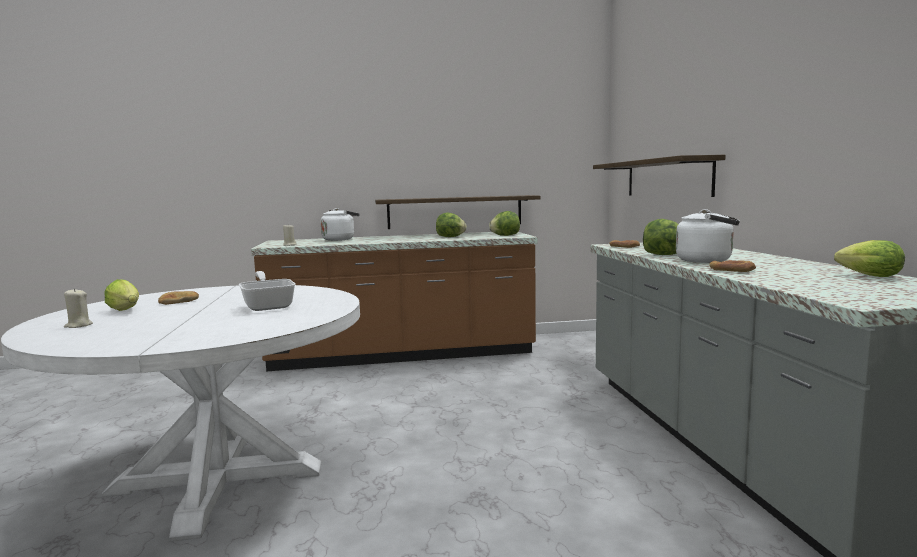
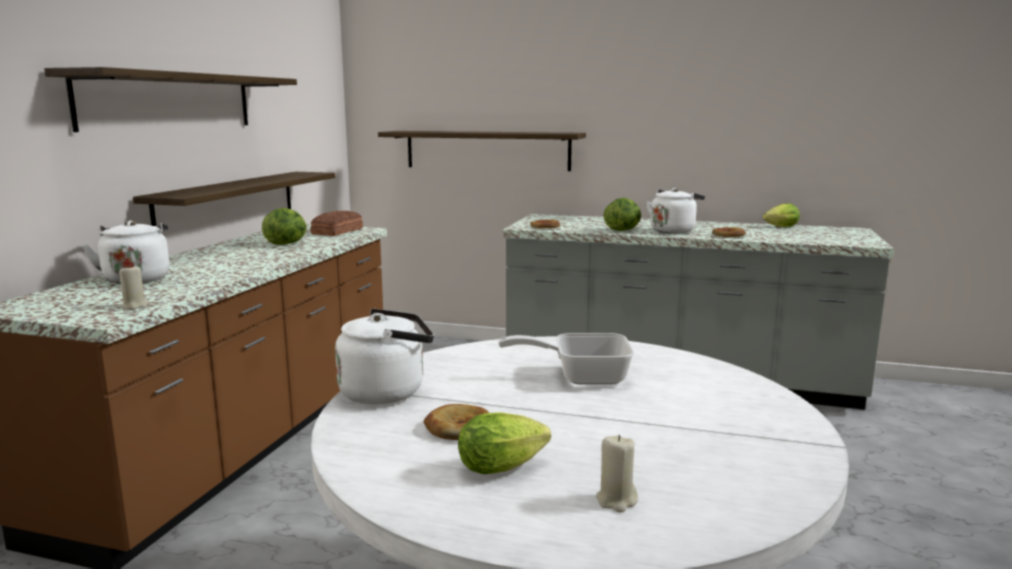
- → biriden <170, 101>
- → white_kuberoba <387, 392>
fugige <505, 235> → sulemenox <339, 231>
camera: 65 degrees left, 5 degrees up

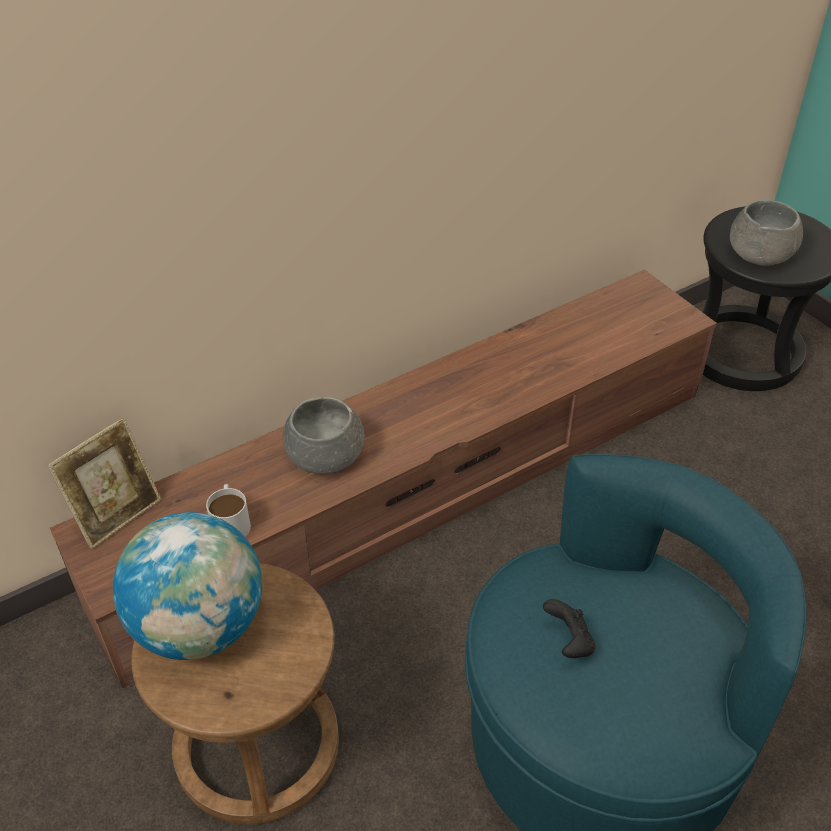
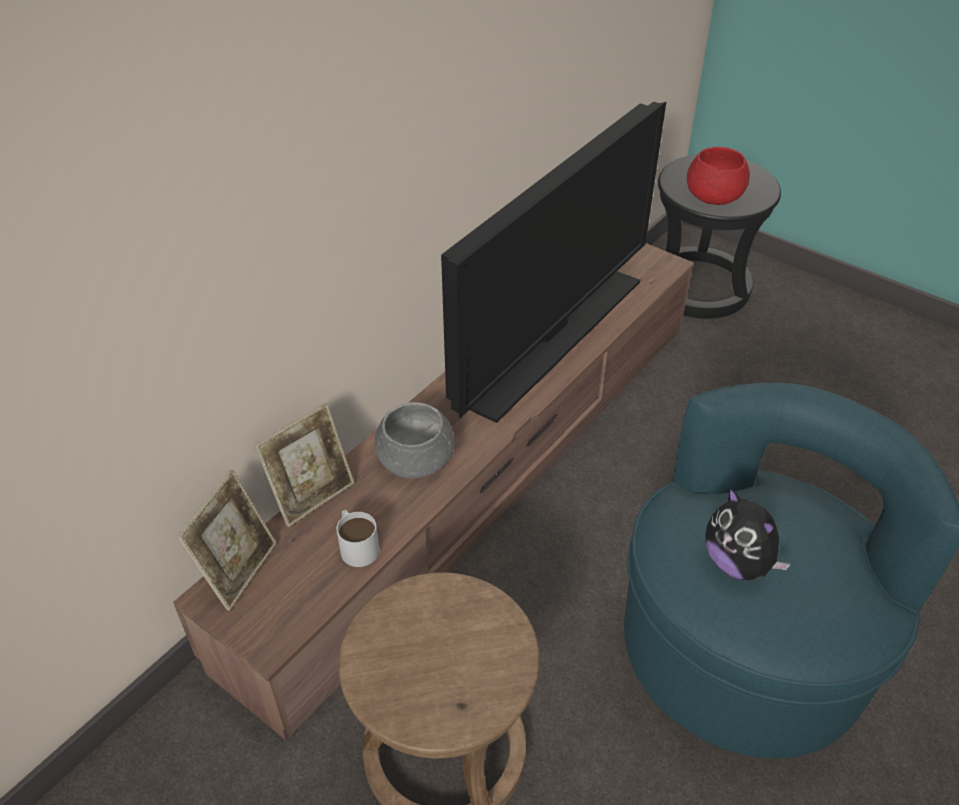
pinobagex <200, 627> → -
- → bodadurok <312, 496>
- → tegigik <553, 338>
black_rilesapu <569, 642> → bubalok <738, 563>
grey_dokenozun <759, 254> → red_dokenozun <713, 196>
camera: 20 degrees left, 0 degrees up

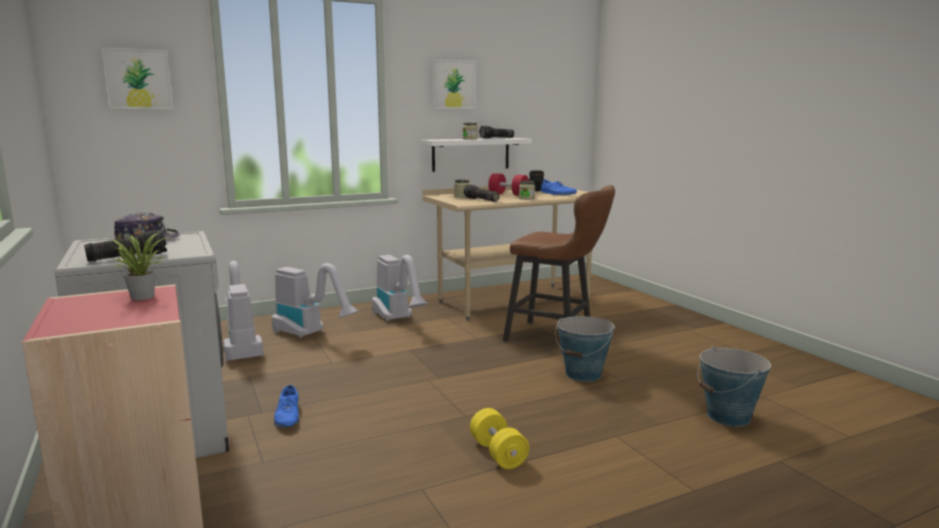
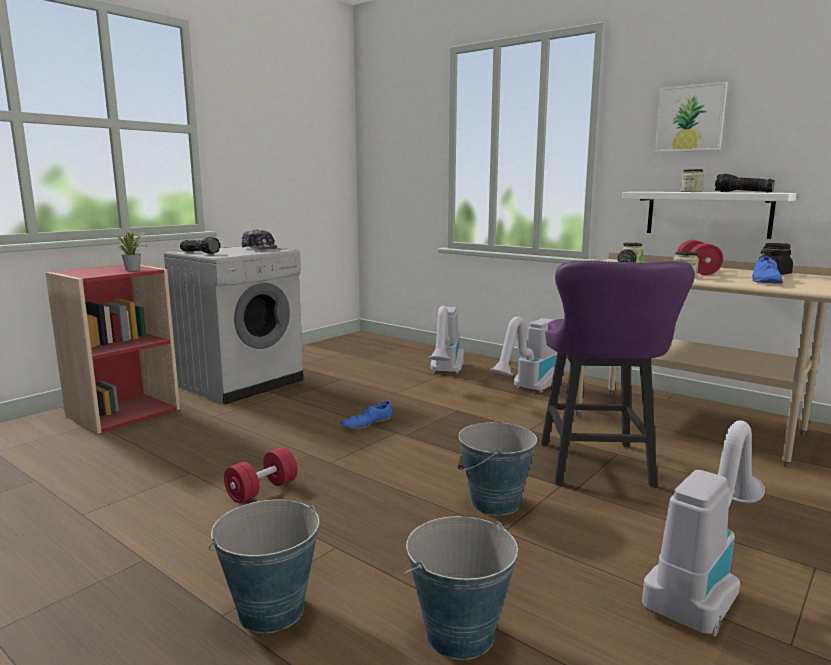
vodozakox <138, 79> → -
- → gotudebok <270, 611>
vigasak <241, 346> → vigasak <703, 583>, shifted
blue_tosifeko <288, 416> → blue_tosifeko <367, 423>, shifted
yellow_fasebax <498, 453> → red_fasebax <262, 490>
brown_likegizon <559, 338> → purple_likegizon <597, 470>
camera: 65 degrees right, 0 degrees up

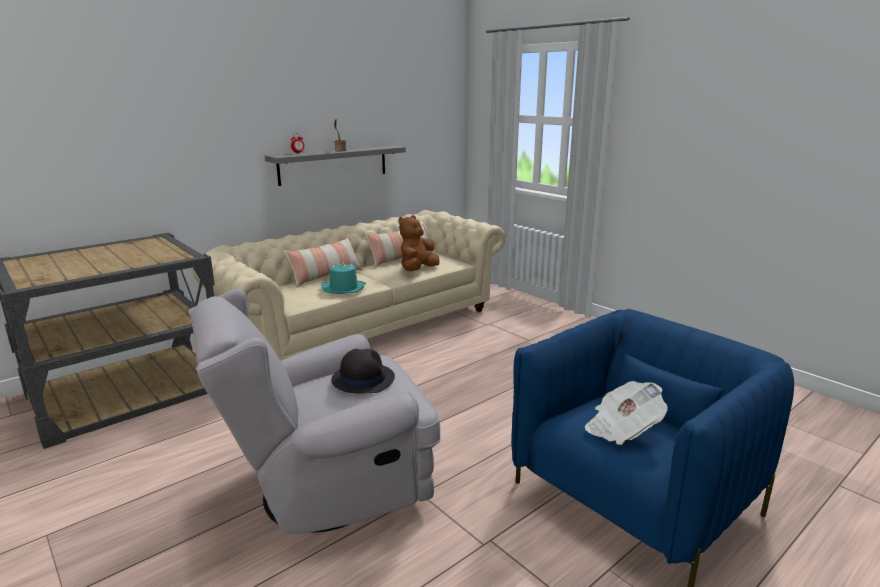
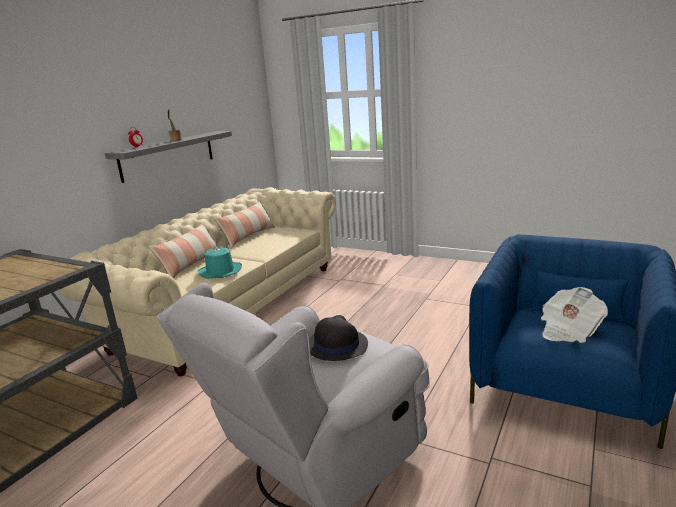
brown_bubalok <417, 270> → -
camera: 20 degrees left, 0 degrees up

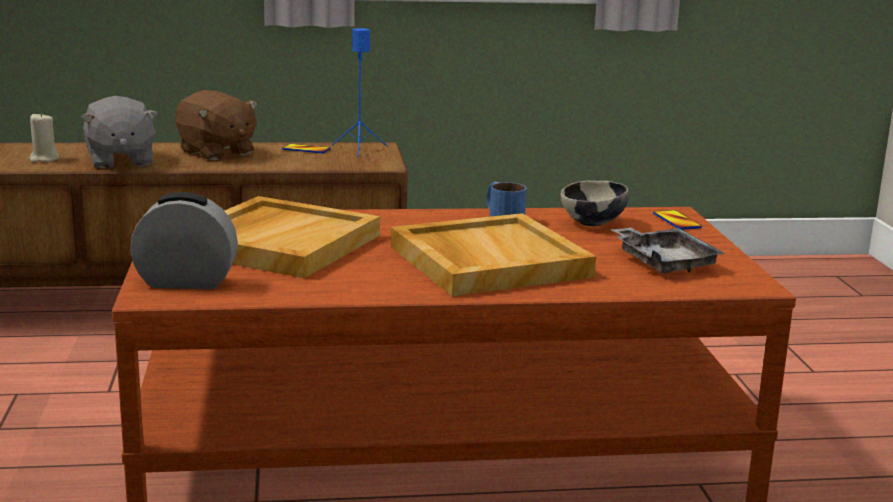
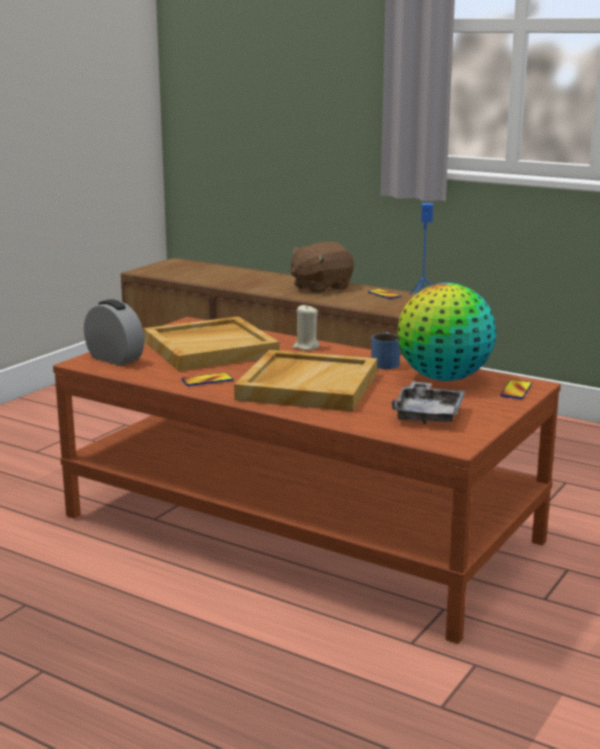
grey_bubalok <120, 161> → -
- → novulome <207, 380>
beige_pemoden <44, 159> → beige_pemoden <306, 347>, shifted
dokenozun <593, 223> → pinobagex <444, 378>
brown_bubalok <216, 152> → brown_bubalok <320, 288>, 60 degrees clockwise
camera: 40 degrees right, 0 degrees up

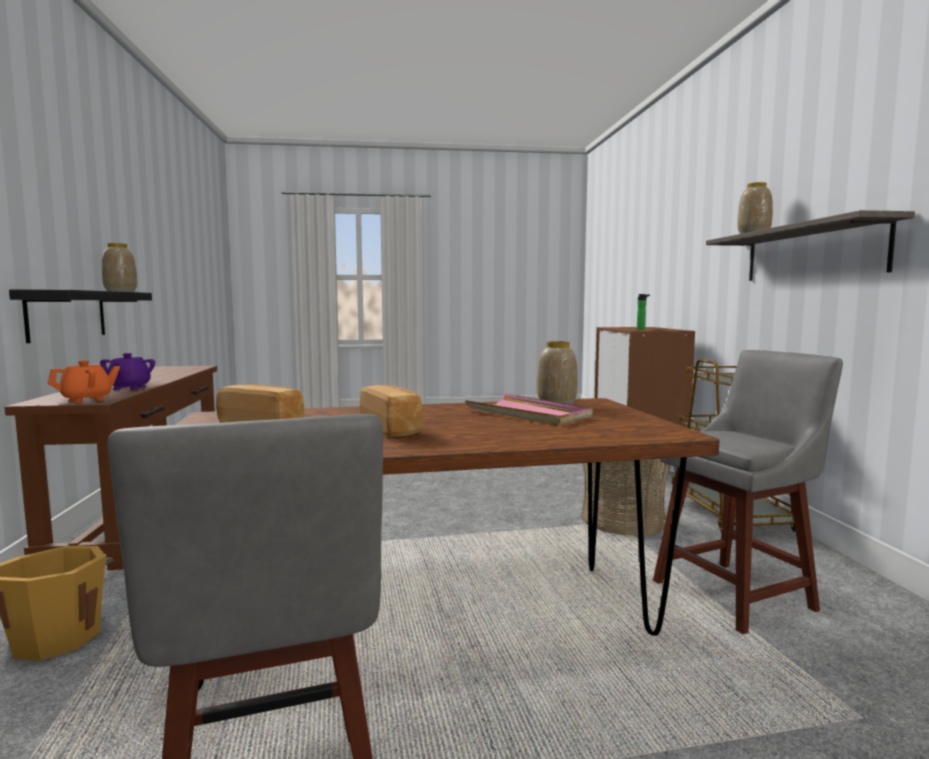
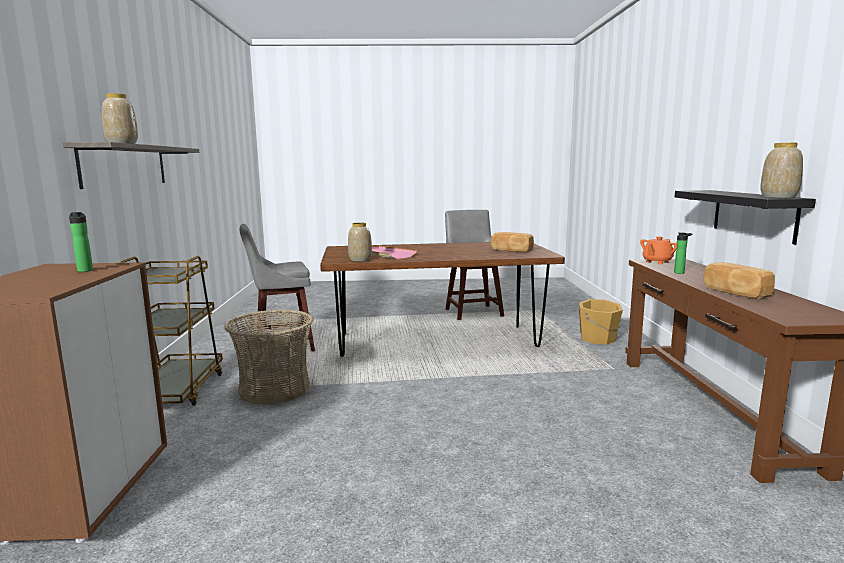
sulemenox <392, 428> → sulemenox <735, 293>, shifted
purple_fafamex <129, 388> → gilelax <680, 272>
camera: 175 degrees left, 5 degrees up

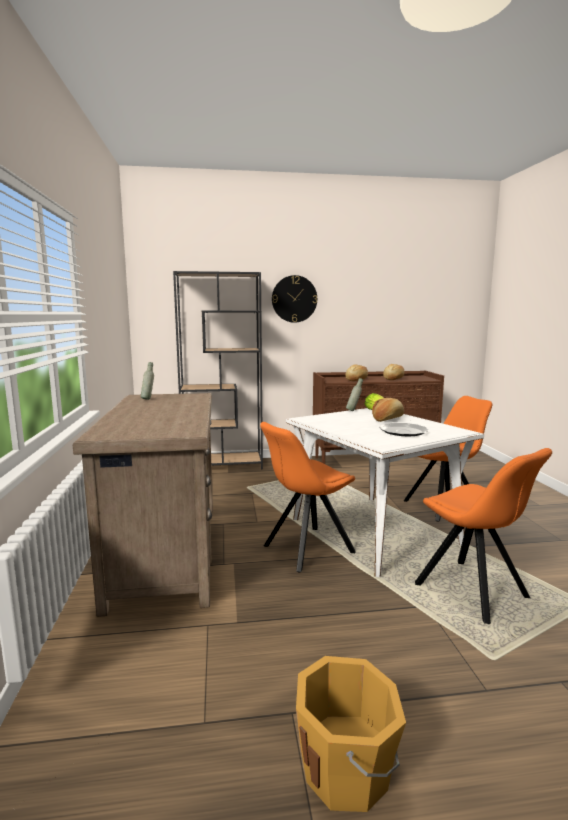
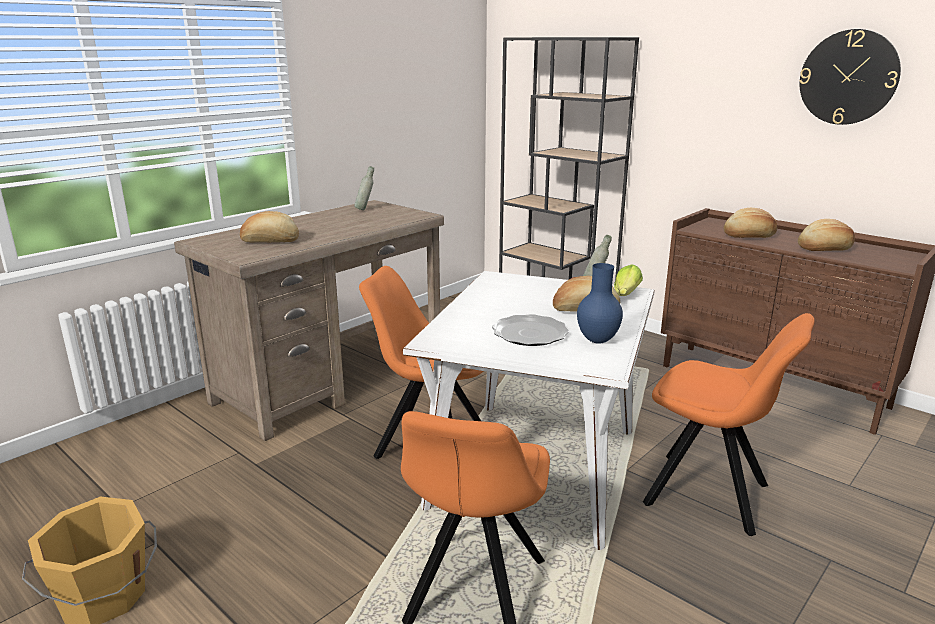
- → sulemenox <270, 241>
- → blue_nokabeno <597, 340>
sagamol <294, 299> → sagamol <848, 77>, shifted
camera: 50 degrees right, 10 degrees up

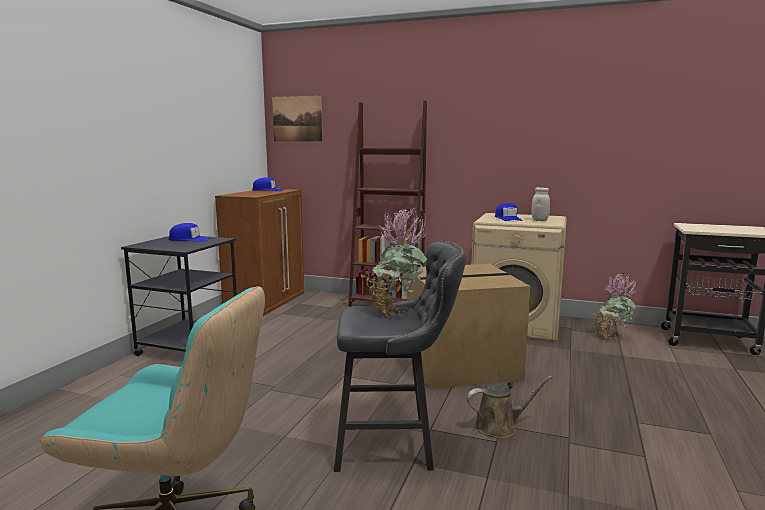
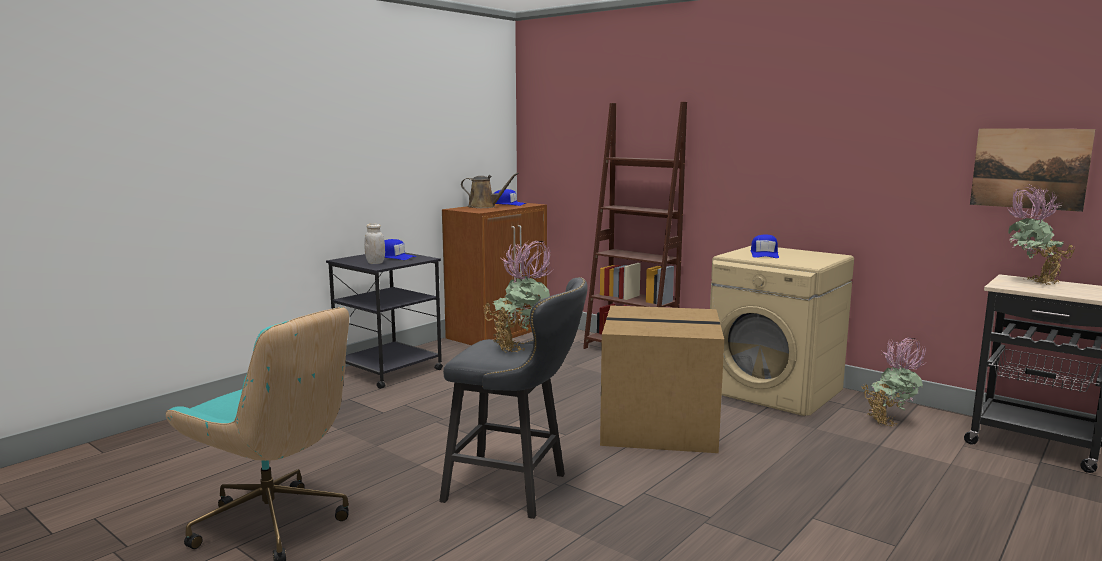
- → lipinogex <1031, 282>
vodozakox <297, 119> → vodozakox <1029, 168>, shifted
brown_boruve <499, 427> → brown_boruve <484, 207>, shifted
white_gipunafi <539, 220> → white_gipunafi <375, 263>, shifted
camera: 20 degrees right, 0 degrees up

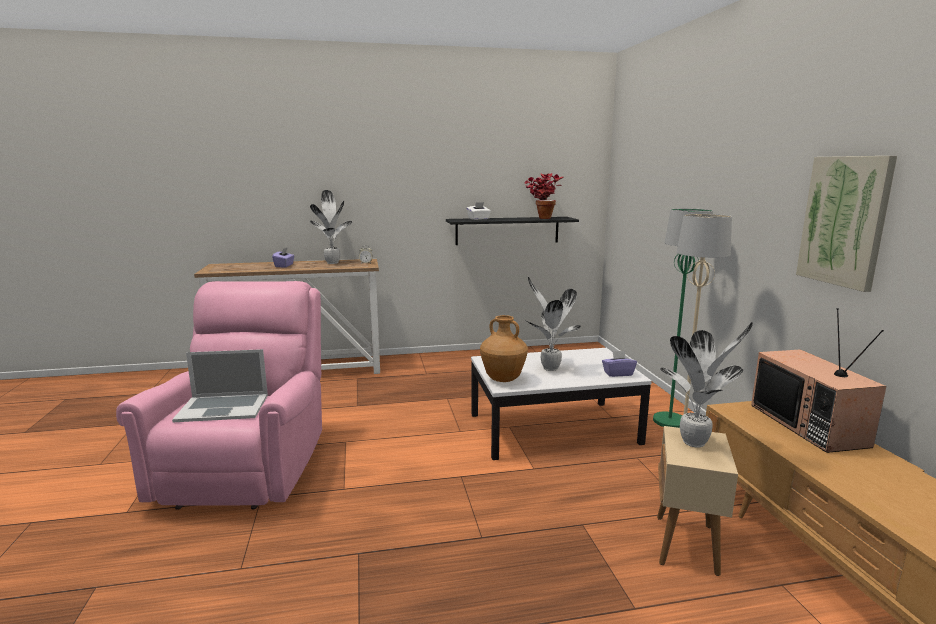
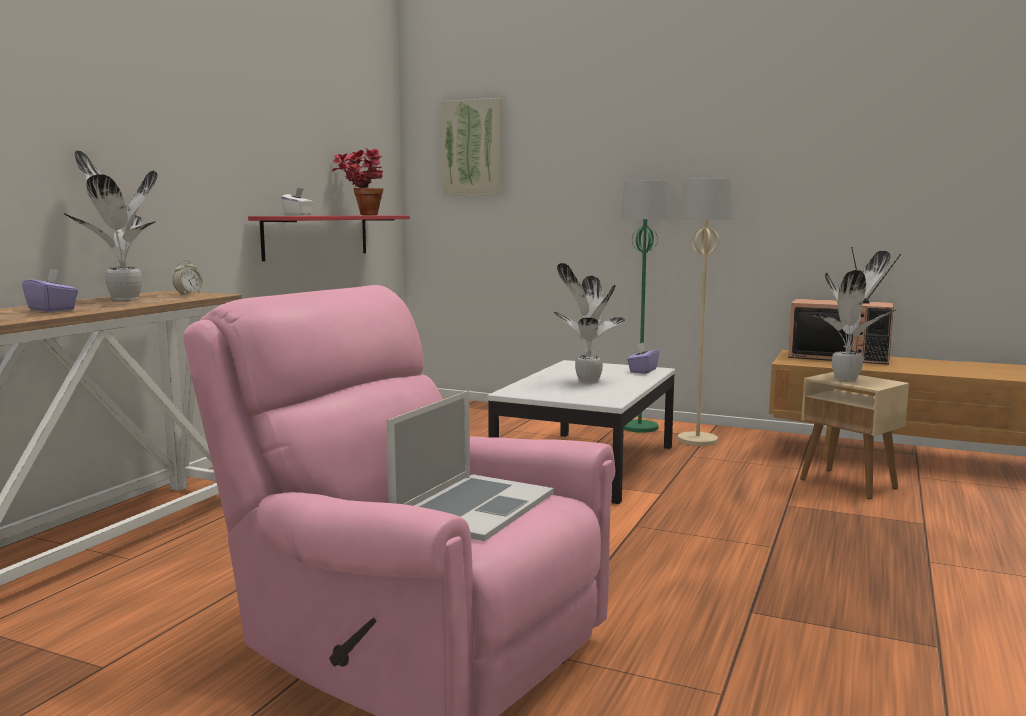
brown_nokabeno <502, 379> → -
vodozakox <844, 221> → vodozakox <472, 148>, shifted
black_biriden <507, 230> → red_biriden <317, 236>
camera: 55 degrees left, 5 degrees down

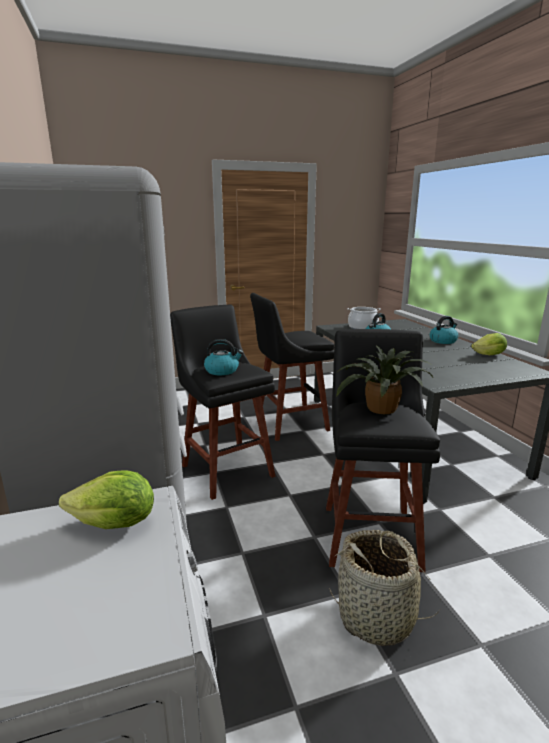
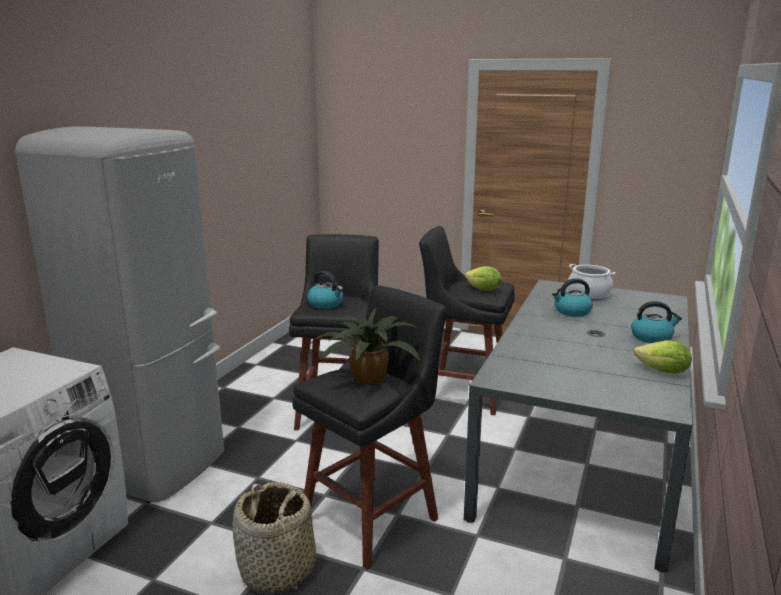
fugige <115, 524> → fugige <483, 290>, shifted
camera: 40 degrees right, 0 degrees up

